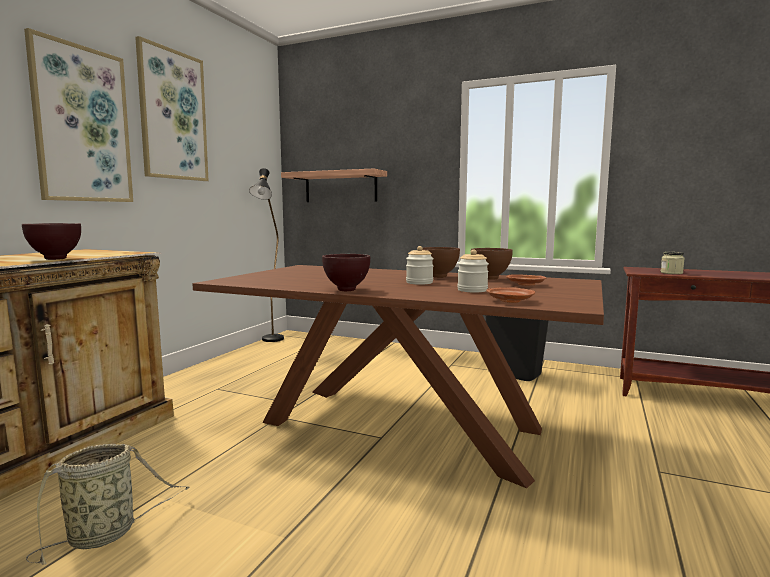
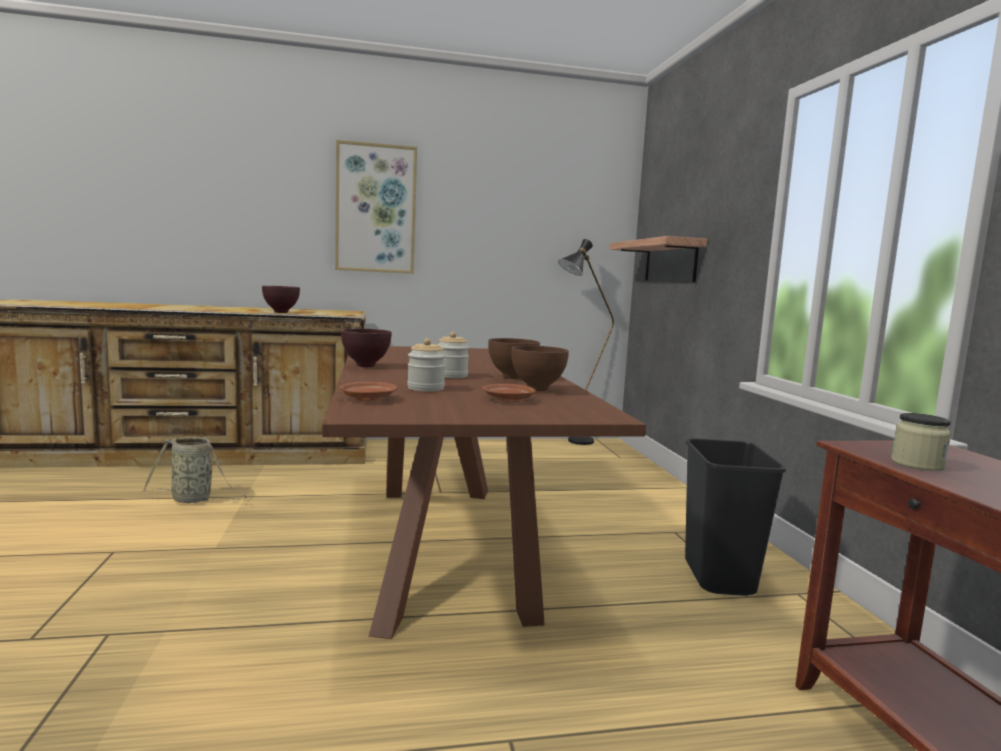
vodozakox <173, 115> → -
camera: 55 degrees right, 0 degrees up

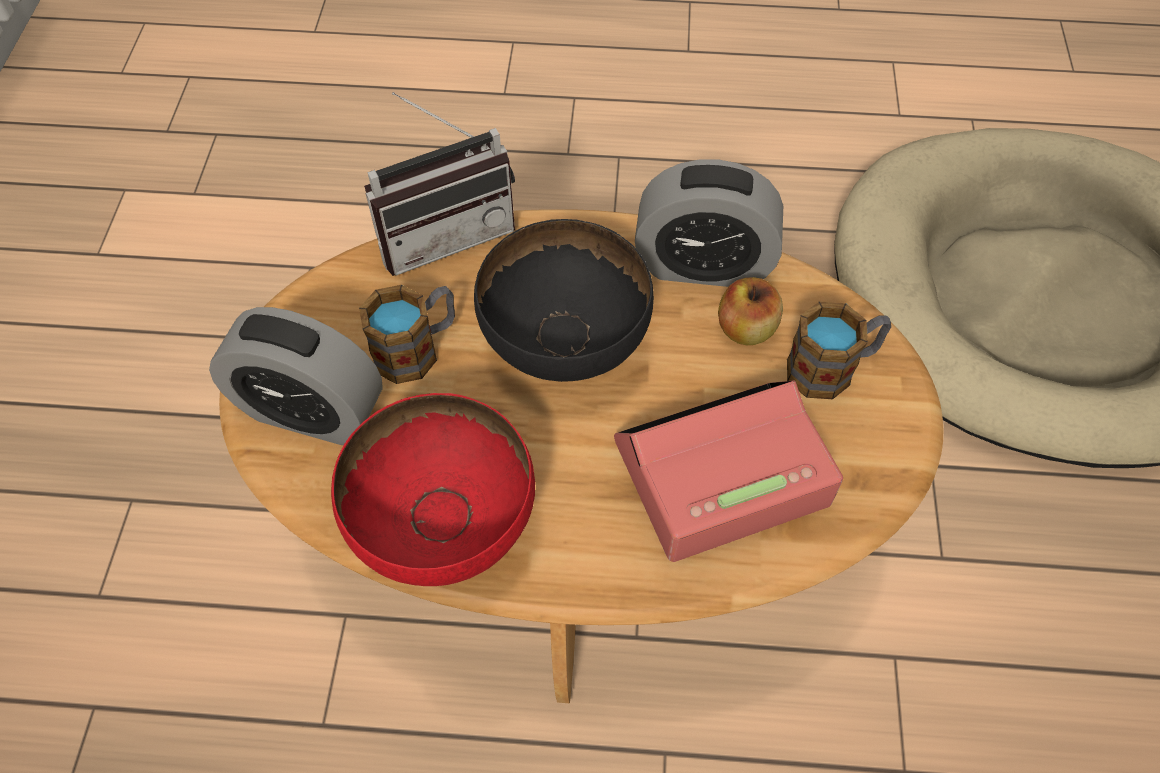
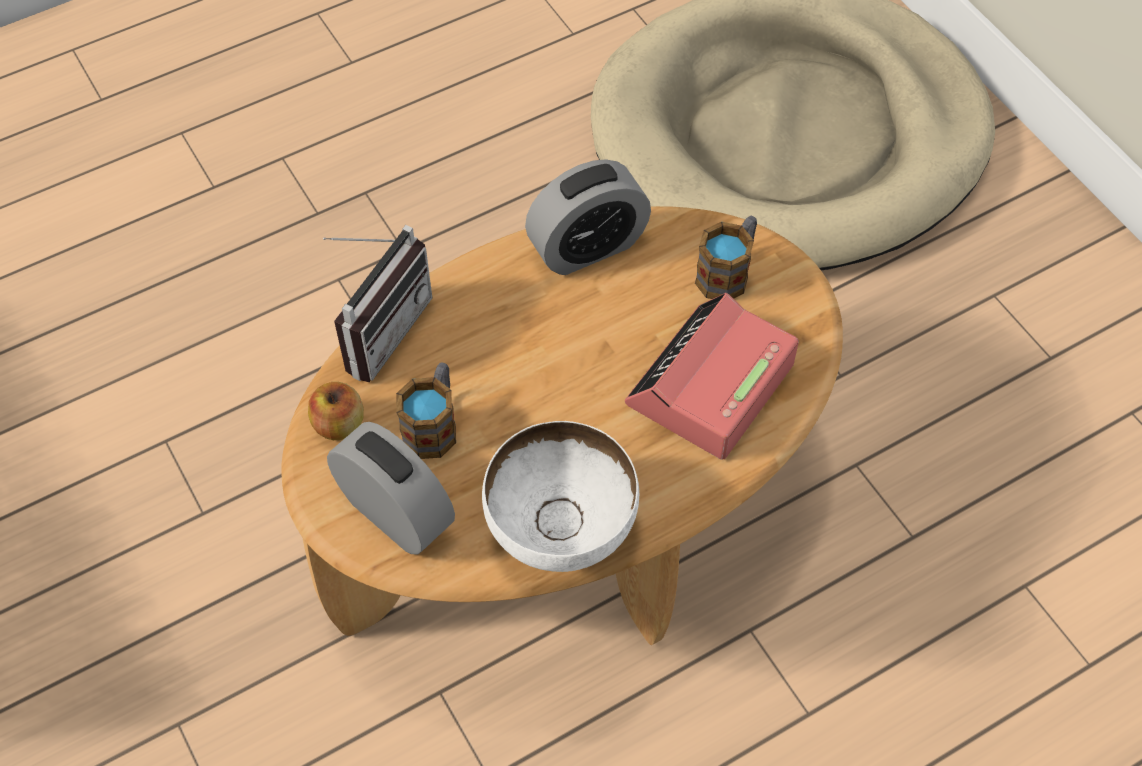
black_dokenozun <566, 349> → -
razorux <746, 329> → razorux <339, 425>, shifted
red_dokenozun <444, 530> → white_dokenozun <561, 532>
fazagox <311, 411> → fazagox <395, 513>, 120 degrees counterclockwise
camera: 35 degrees left, 0 degrees up

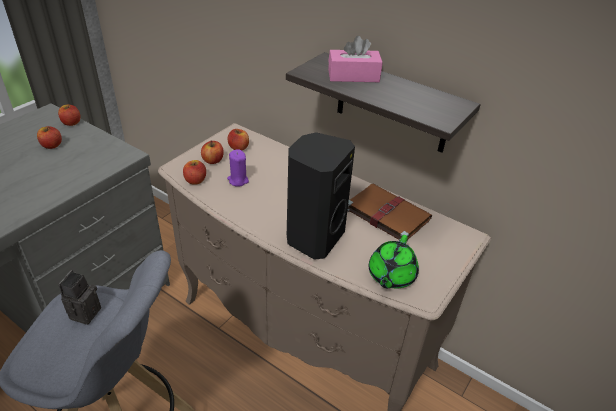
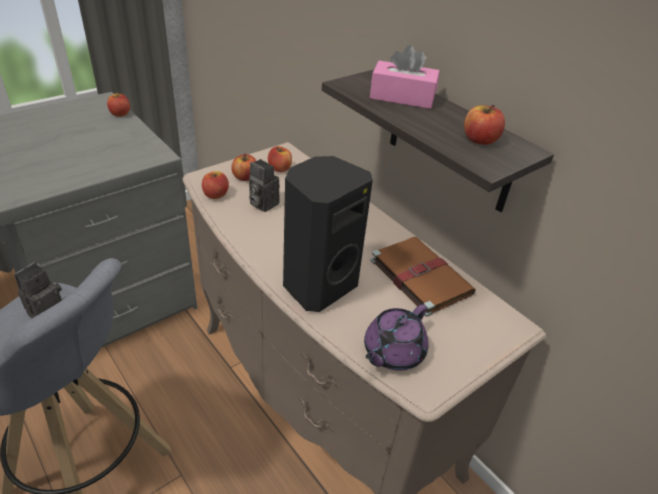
razorux <51, 145> → razorux <479, 140>, shifted
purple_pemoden <238, 180> → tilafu <262, 203>
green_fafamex <391, 276> → purple_fafamex <392, 352>
camera: 15 degrees right, 0 degrees up

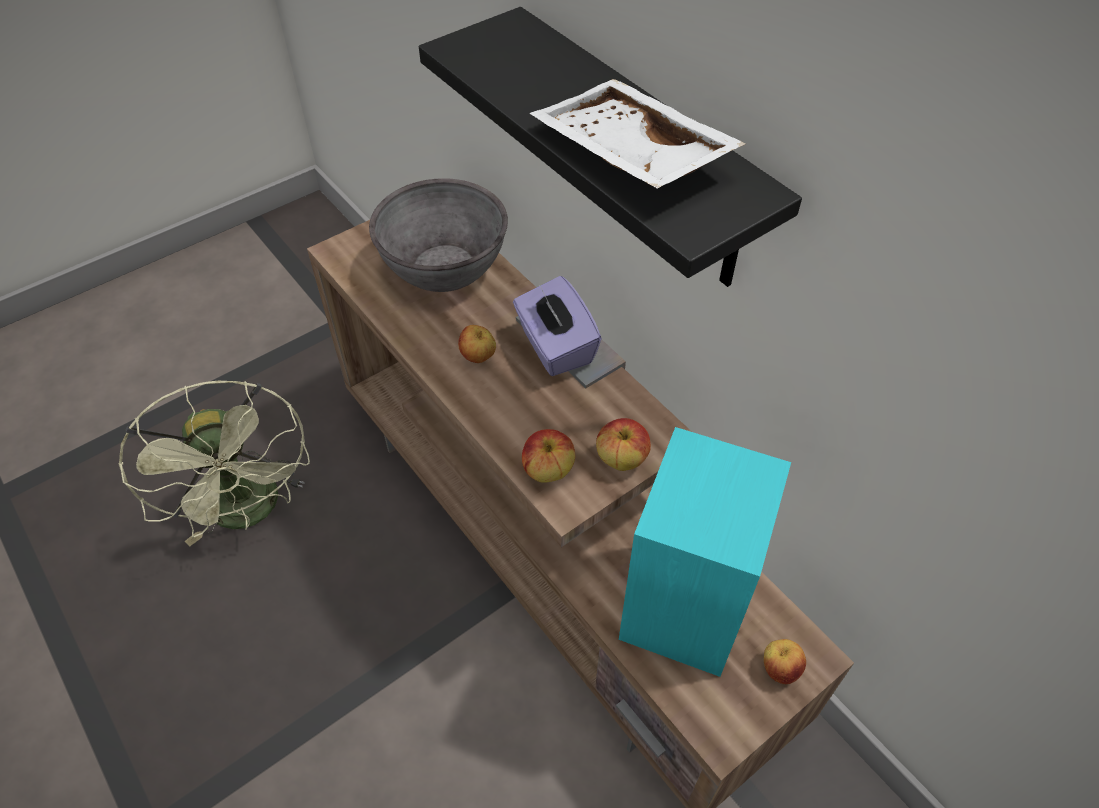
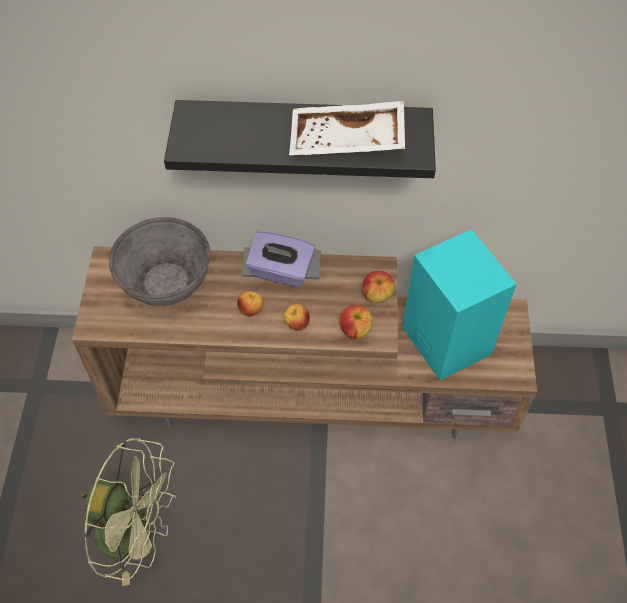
razorux <779, 669> → razorux <296, 324>, shifted
camera: 50 degrees left, 5 degrees up

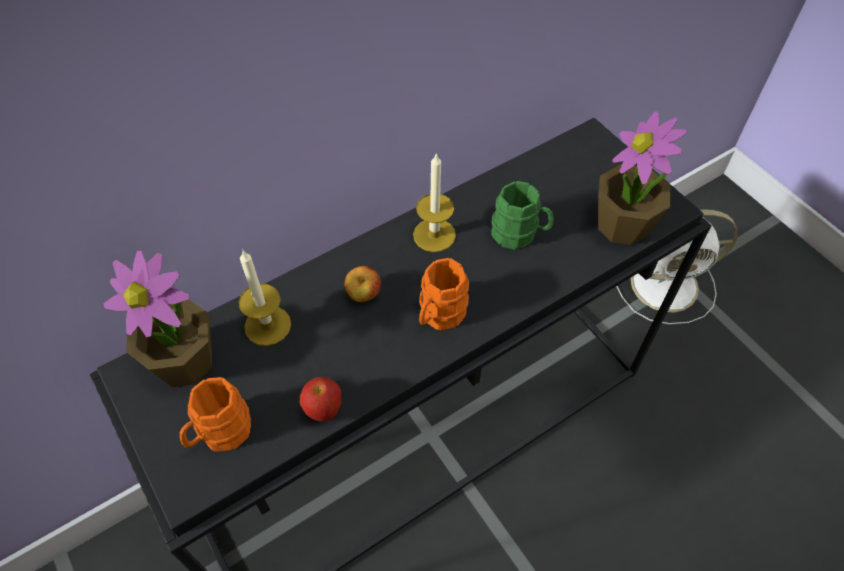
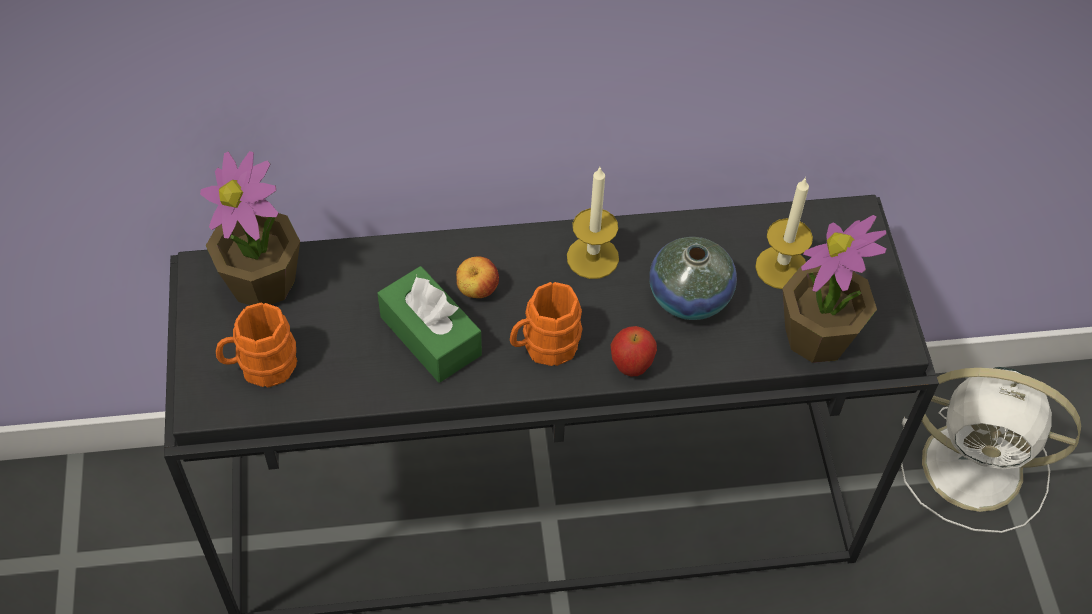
- → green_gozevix <430, 336>
pemoden <267, 325> → pemoden <781, 267>, shifted
razorux <324, 411> → razorux <631, 367>, shifted
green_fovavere <519, 234> → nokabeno <689, 297>
camera: 25 degrees right, 0 degrees up

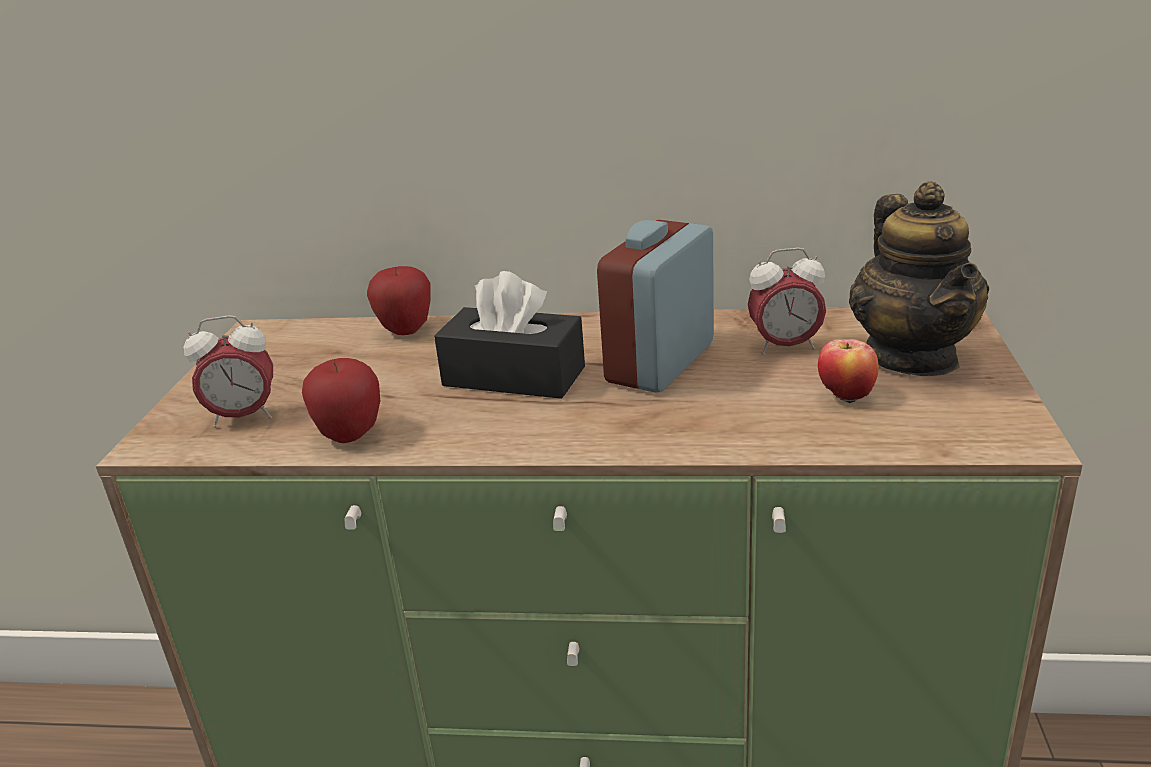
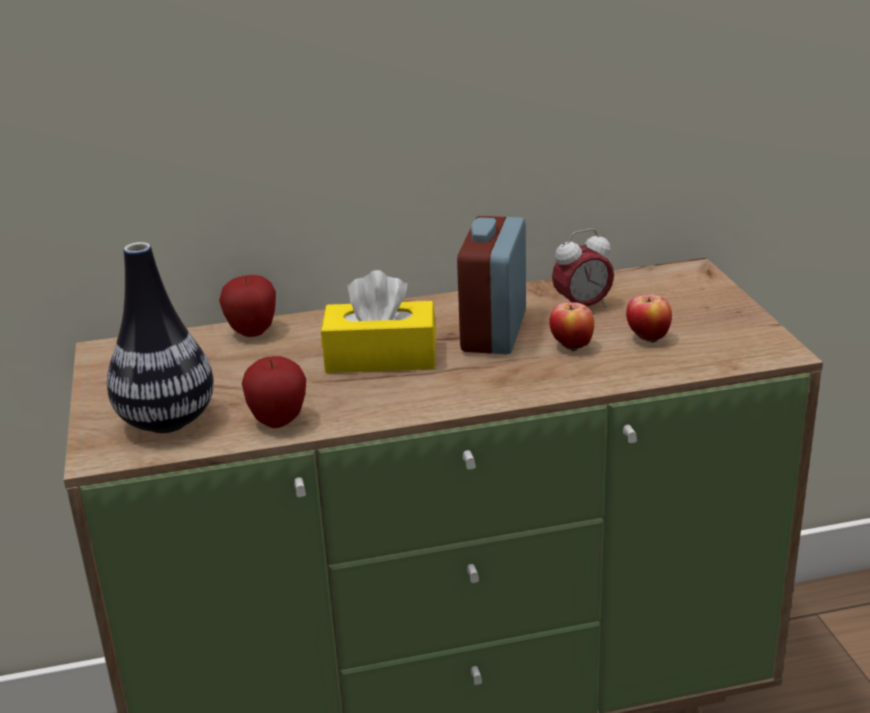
fafamex <912, 357> → -
- → razorux <571, 347>
fazagox <244, 417> → nokabeno <167, 421>
black_gozevix <514, 376> → yellow_gozevix <381, 357>
camera: 20 degrees left, 0 degrees up

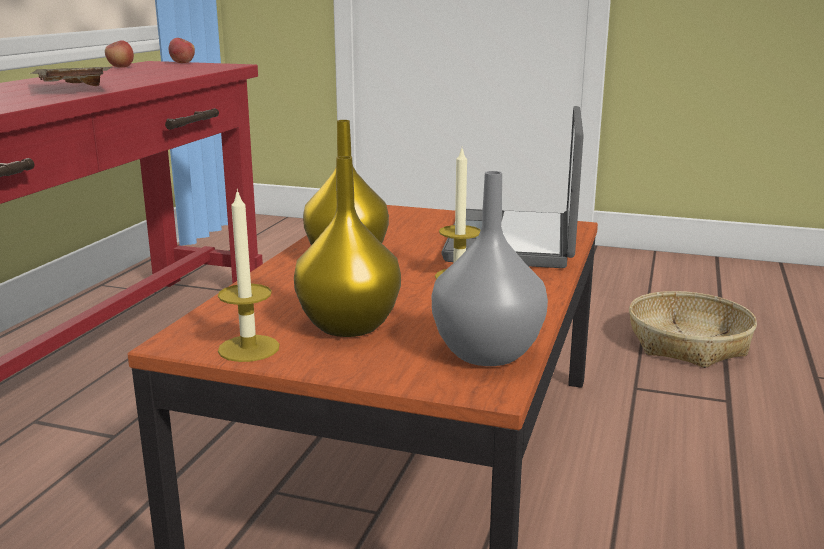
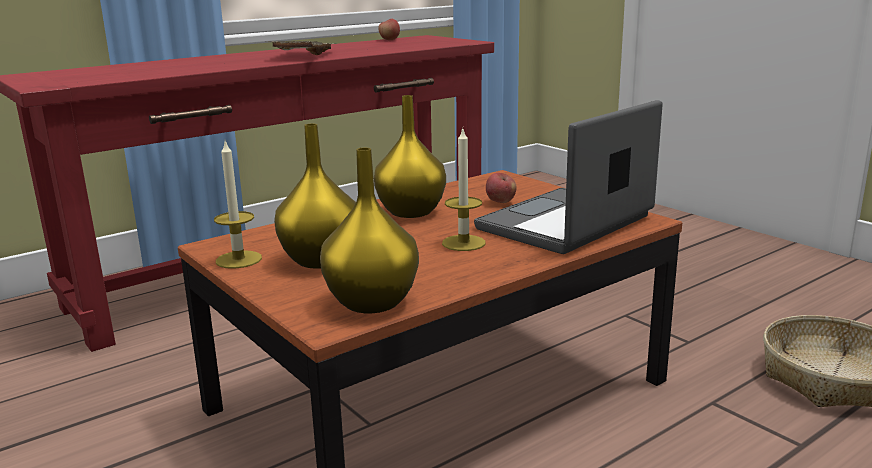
razorux <182, 63> → razorux <500, 202>, shifted
grey_nokabeno <486, 352> → yellow_nokabeno <373, 302>
camera: 35 degrees right, 0 degrees up

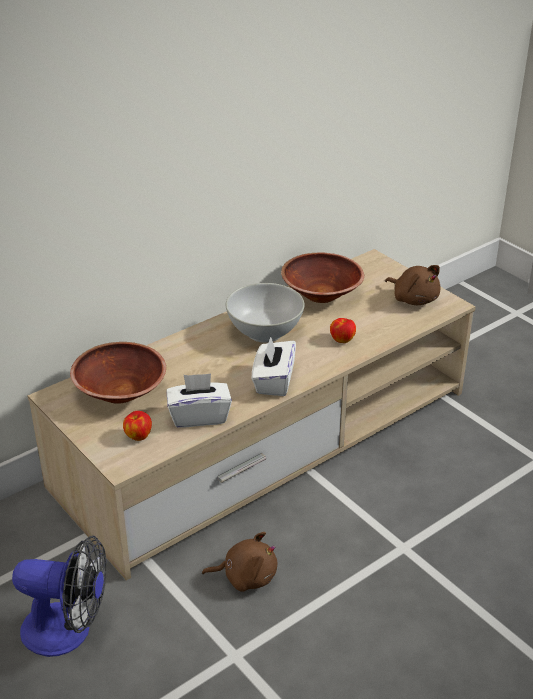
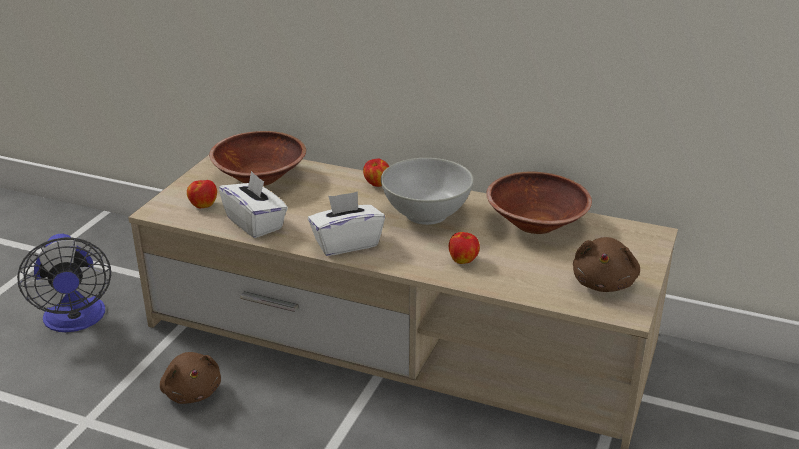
- → razorux <377, 184>
camera: 60 degrees right, 5 degrees down

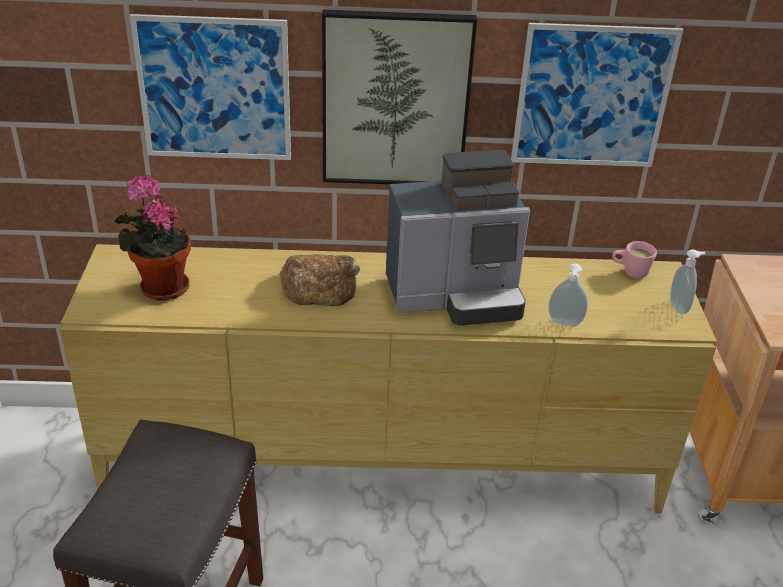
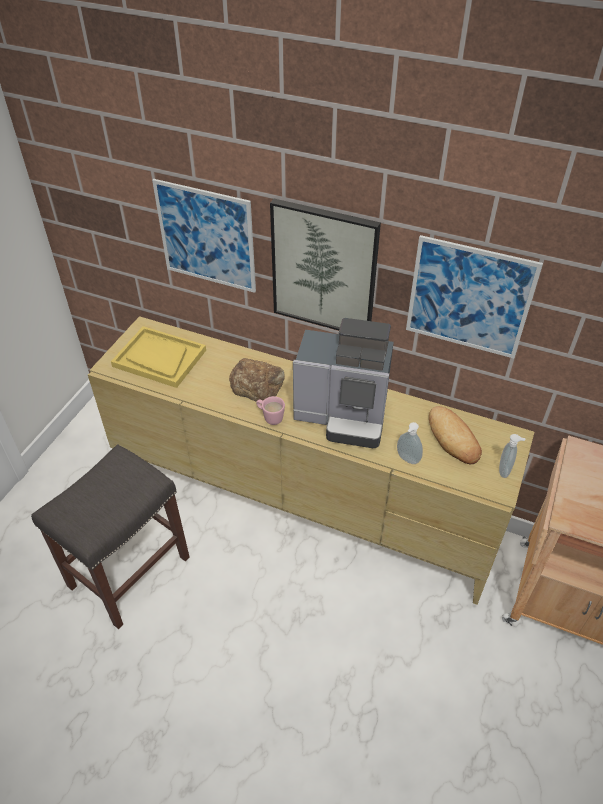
- → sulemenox <453, 438>
pink_fovavere <630, 272> → pink_fovavere <270, 417>, shifted
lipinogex <160, 287> → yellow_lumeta <159, 358>
camera: 25 degrees right, 10 degrees up

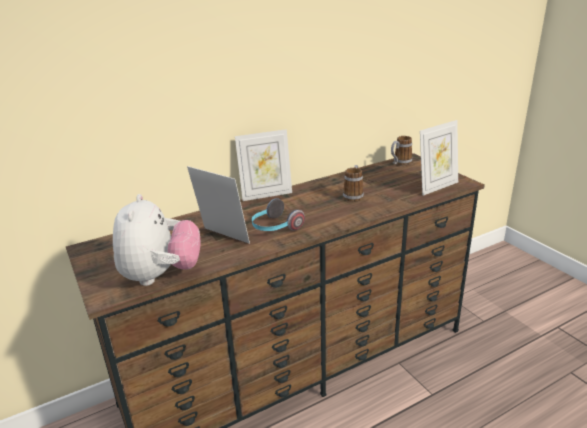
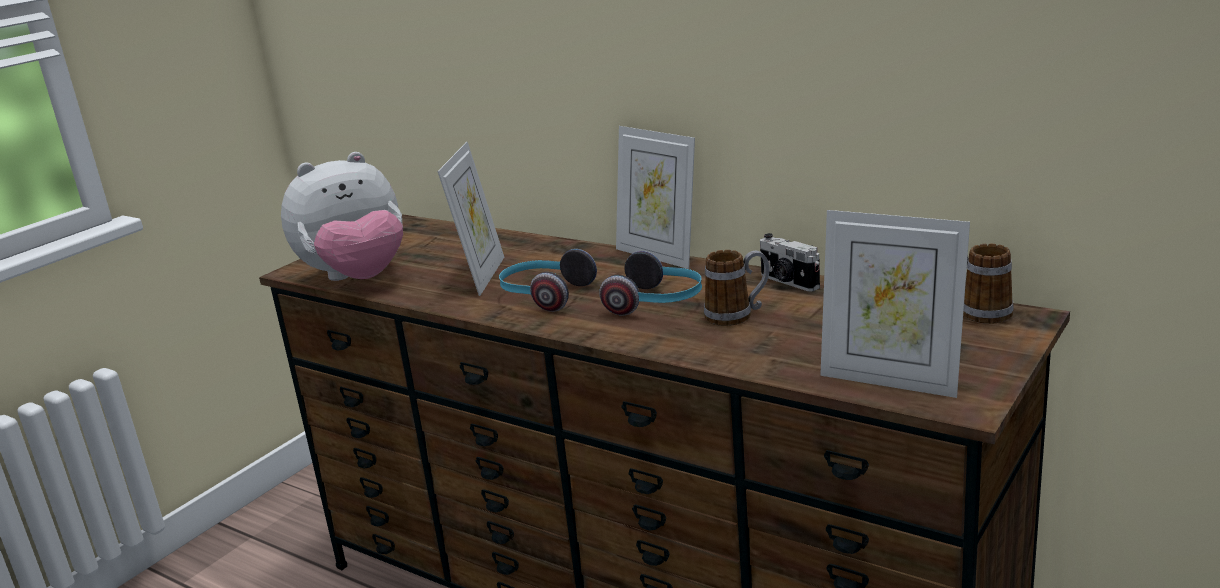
- → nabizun <657, 303>
- → tilafu <788, 282>
camera: 65 degrees right, 5 degrees down

